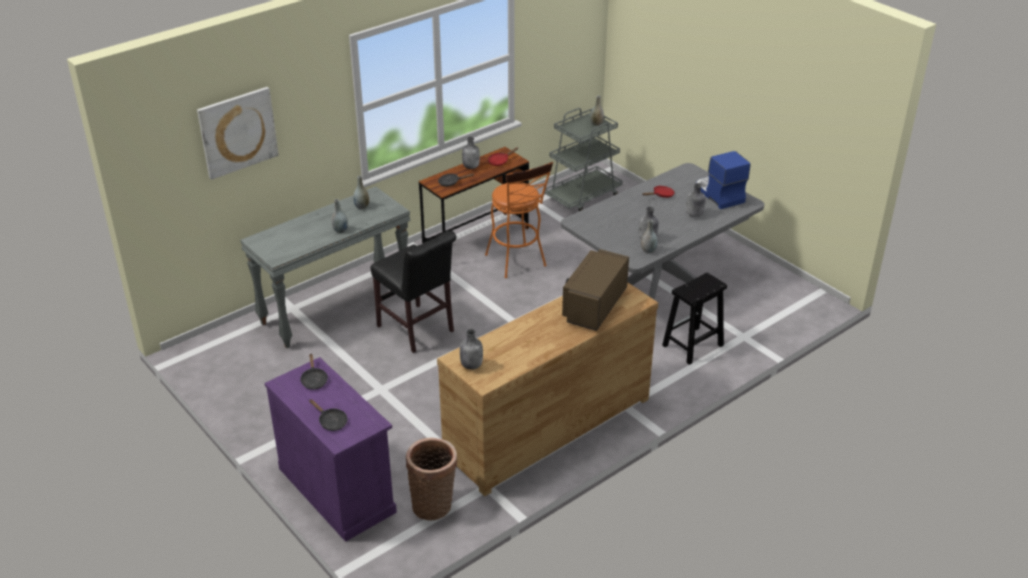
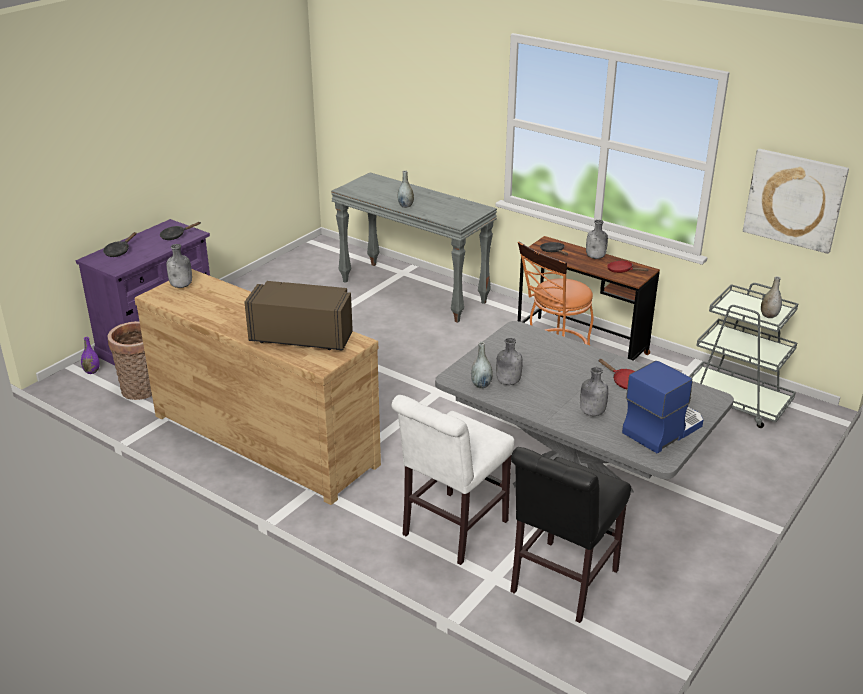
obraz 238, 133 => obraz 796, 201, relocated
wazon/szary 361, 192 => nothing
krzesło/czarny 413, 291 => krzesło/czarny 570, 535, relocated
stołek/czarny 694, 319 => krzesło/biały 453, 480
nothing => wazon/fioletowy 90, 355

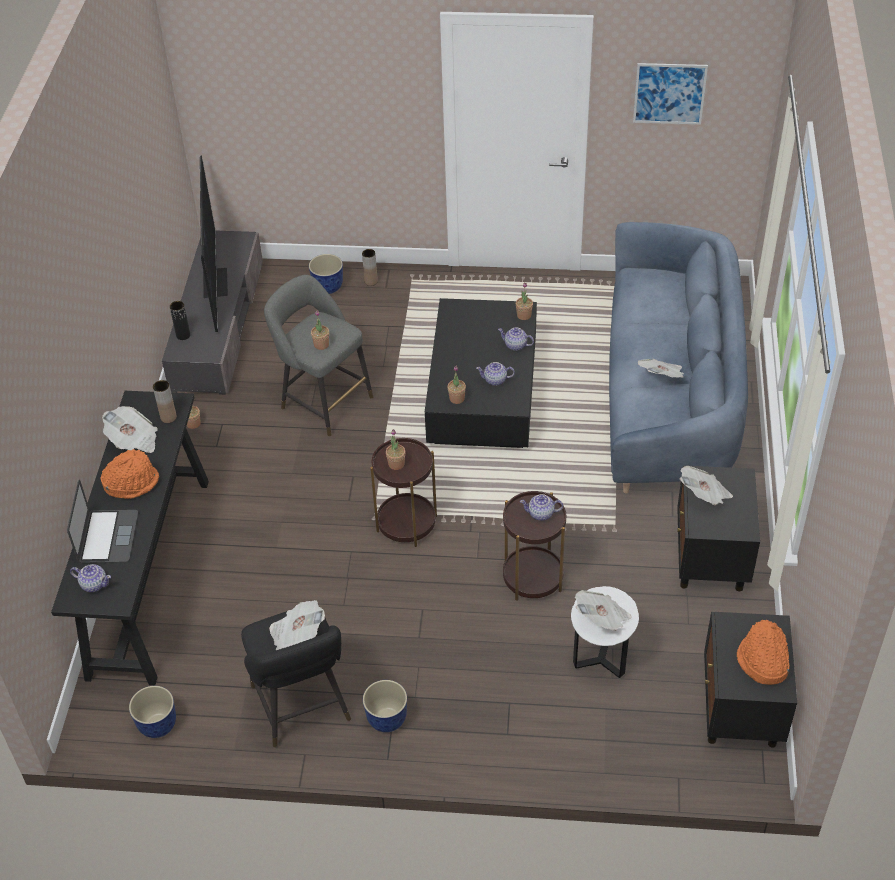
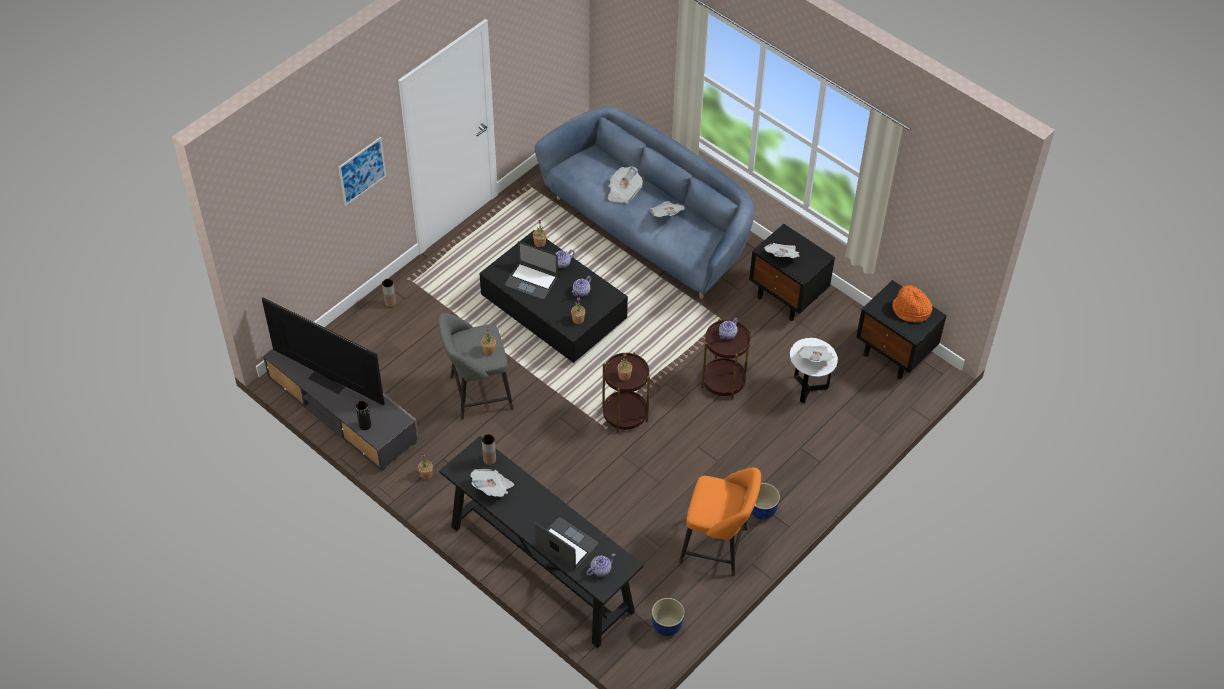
kapelusz/pomarańczowy 130, 474 => nothing
stołek/czarny 296, 679 => stołek/pomarańczowy 720, 521
gazeta 297, 625 => gazeta 625, 185, relocated
donica 326, 274 => nothing
obraz 670, 93 => obraz 362, 171, relocated
nothing => laptop 531, 270

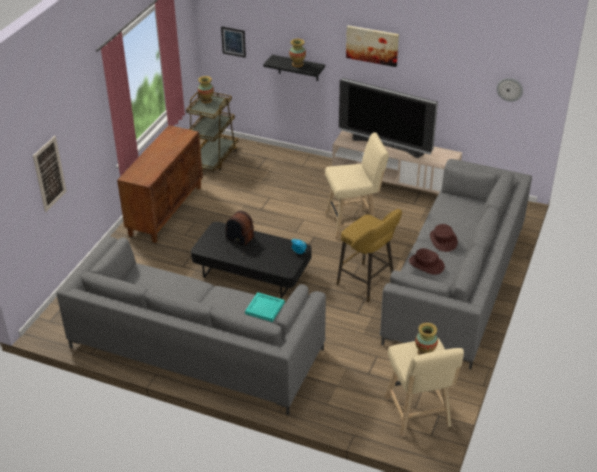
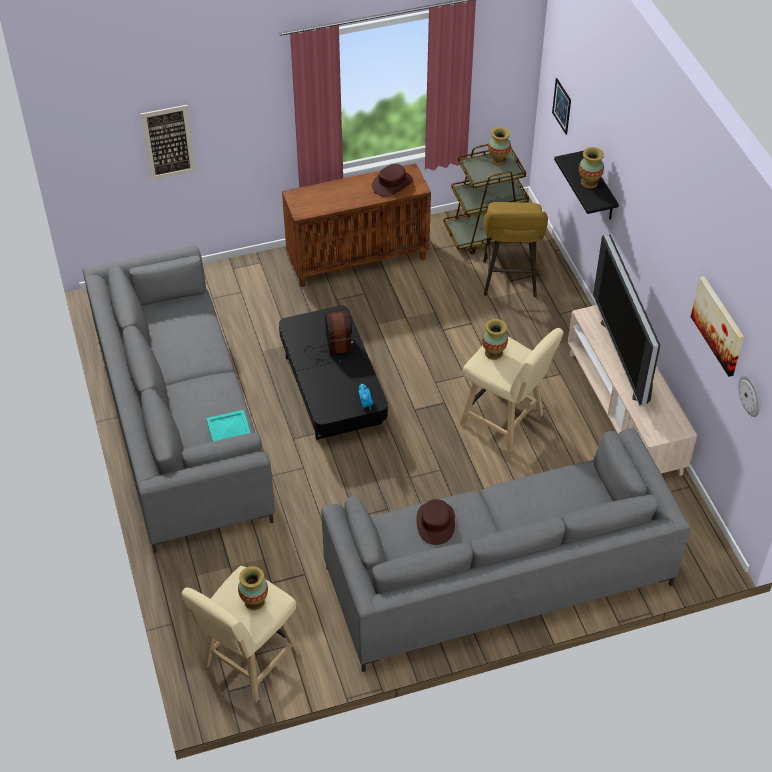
stołek/żółty 369, 255 => stołek/żółty 515, 249, relocated
obraz 372, 46 => obraz 717, 326, relocated
kapelusz/brązowy 444, 238 => kapelusz/brązowy 392, 180, relocated
nothing => wazon 495, 339

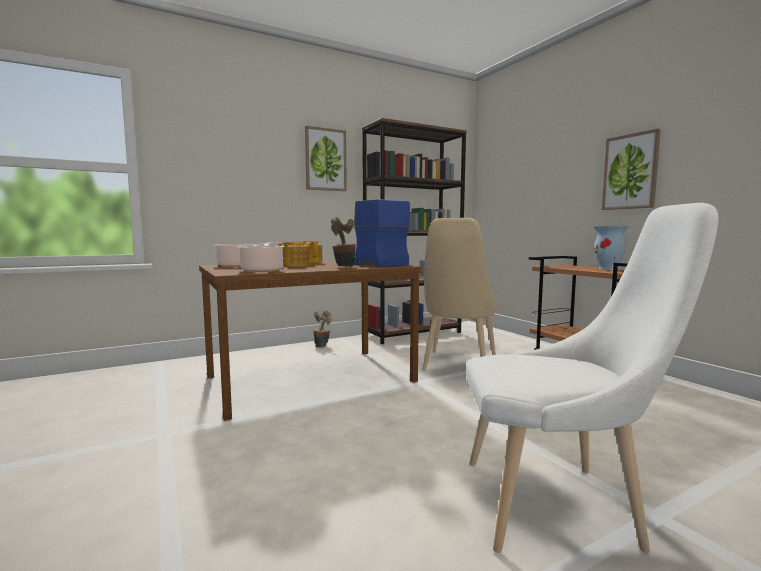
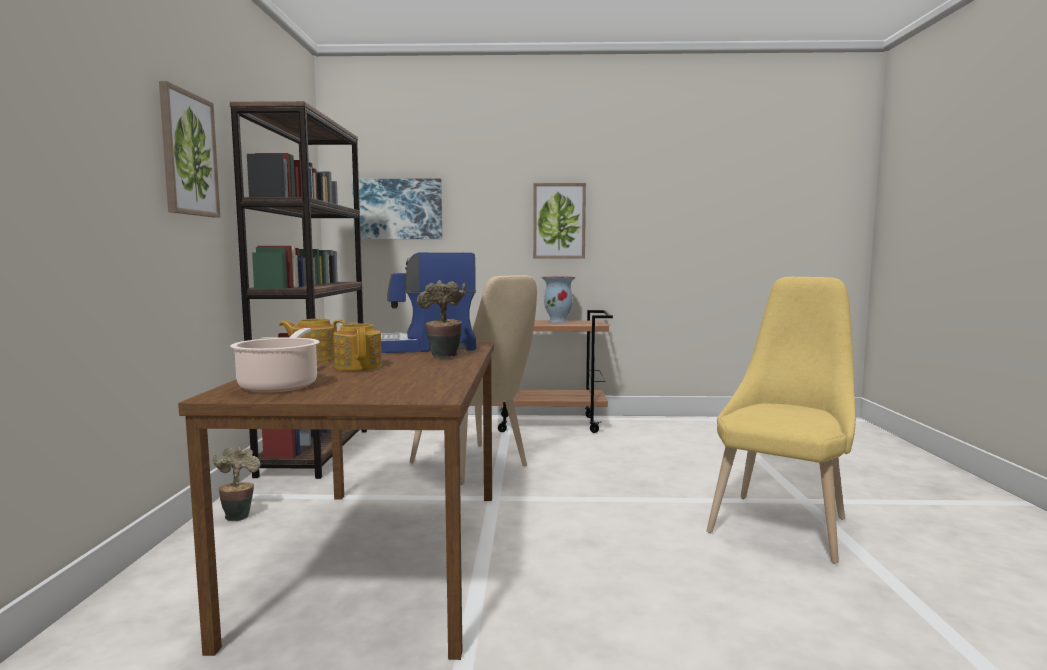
garnek 261, 257 => nothing
krzesło/biały 592, 378 => krzesło/żółty 781, 420
nothing => obraz 397, 209

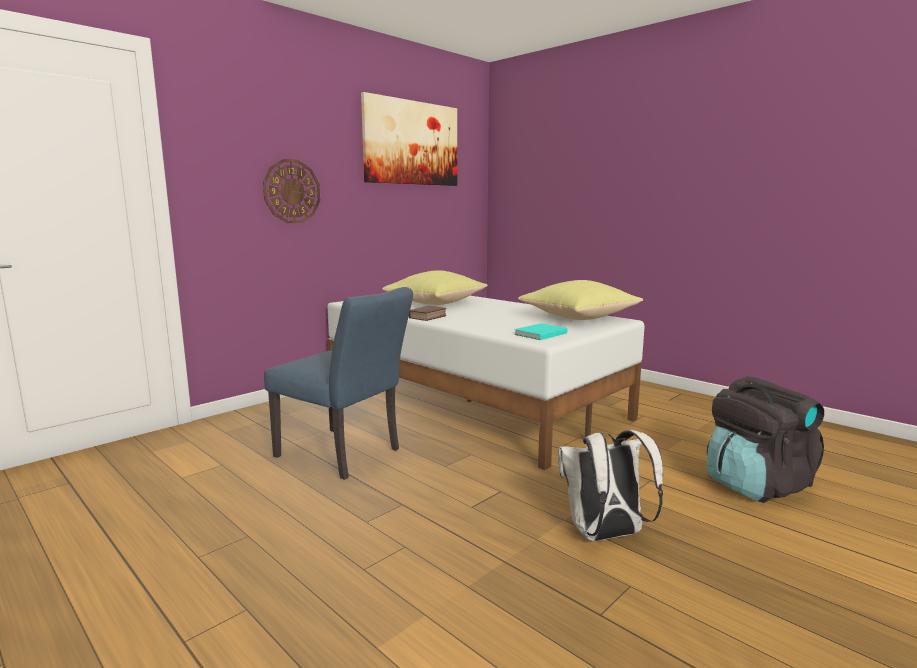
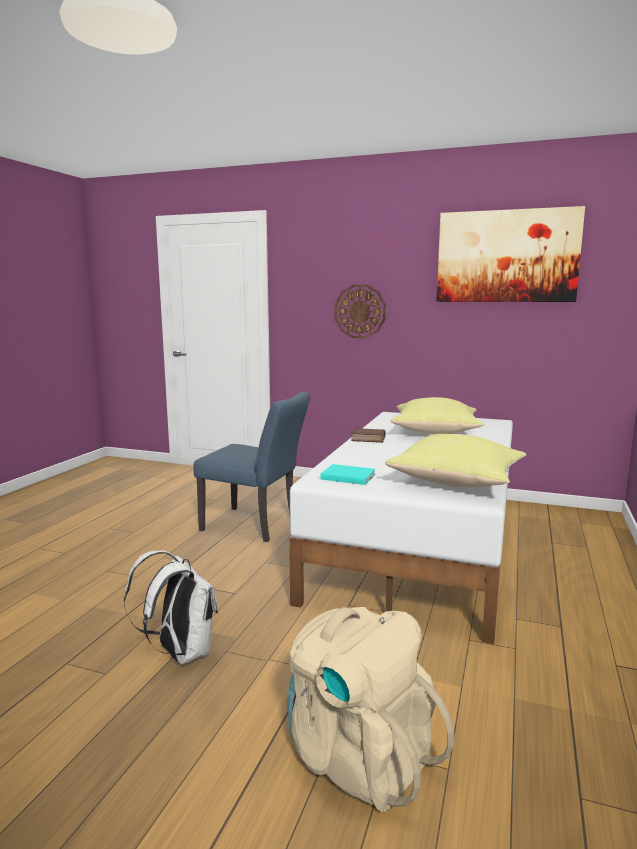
krzesło/niebieski 338, 383 => krzesło/niebieski 252, 467, 75 degrees counterclockwise
plecak/czarny 765, 439 => plecak/beżowy 371, 709

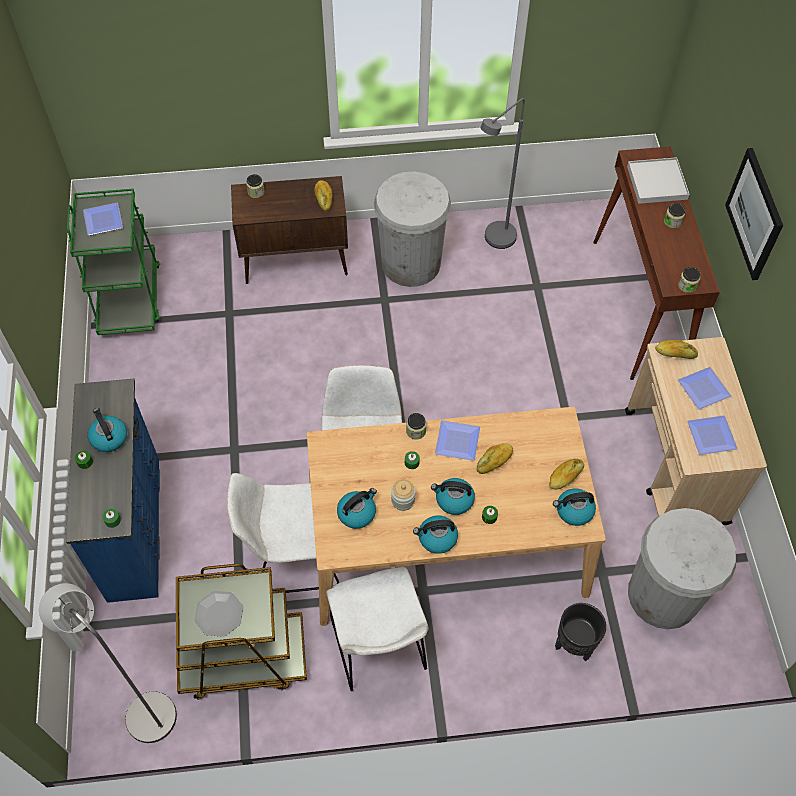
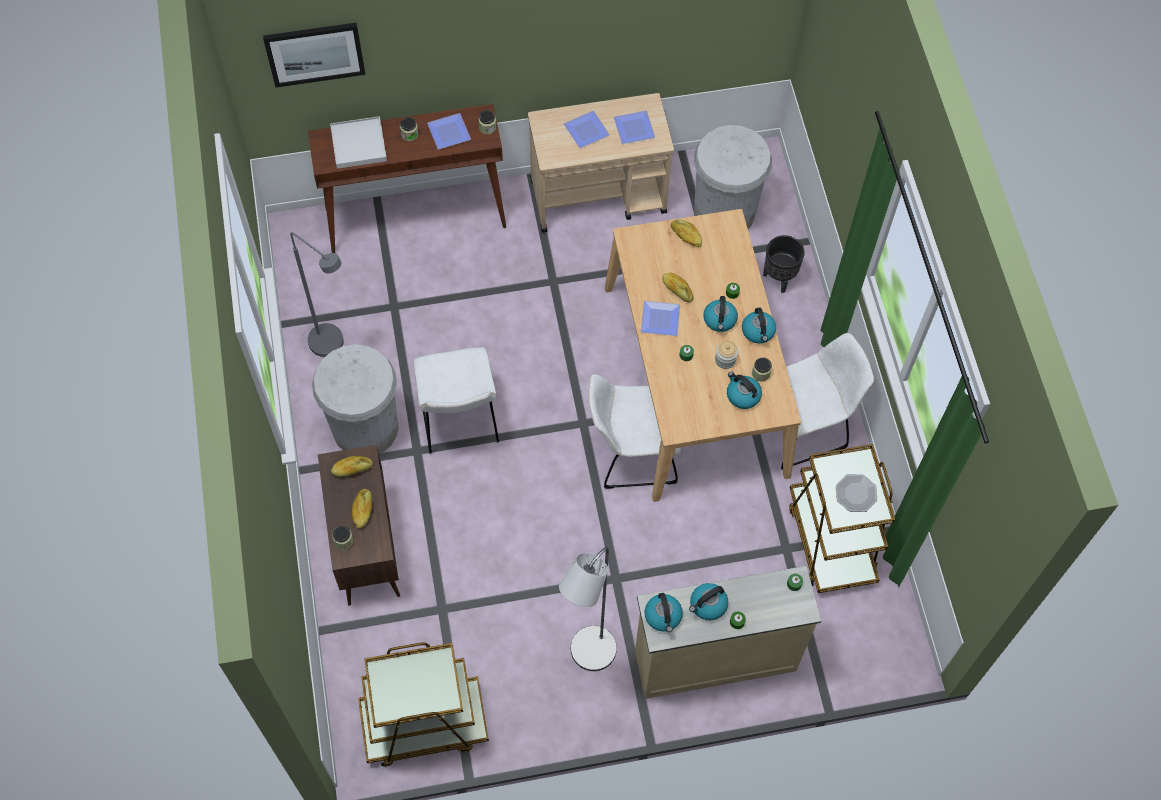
lampa stojąca/szary 108, 663 => lampa stojąca/szary 588, 609, relocated
komoda/niebieski 113, 491 => komoda/beżowy 728, 632
wózek/zielony 113, 262 => wózek/brązowy 423, 704
talerz 103, 218 => talerz 449, 131, relocated
krzesło/biały 283, 533 => krzesło/biały 456, 400, relocated
słoik 416, 426 => słoik 762, 369, relocated
czajnik 574, 507 => czajnik 663, 612, relocated
chleb 676, 349 => chleb 362, 509, relocated
obraz 754, 214 => obraz 314, 55, relocated

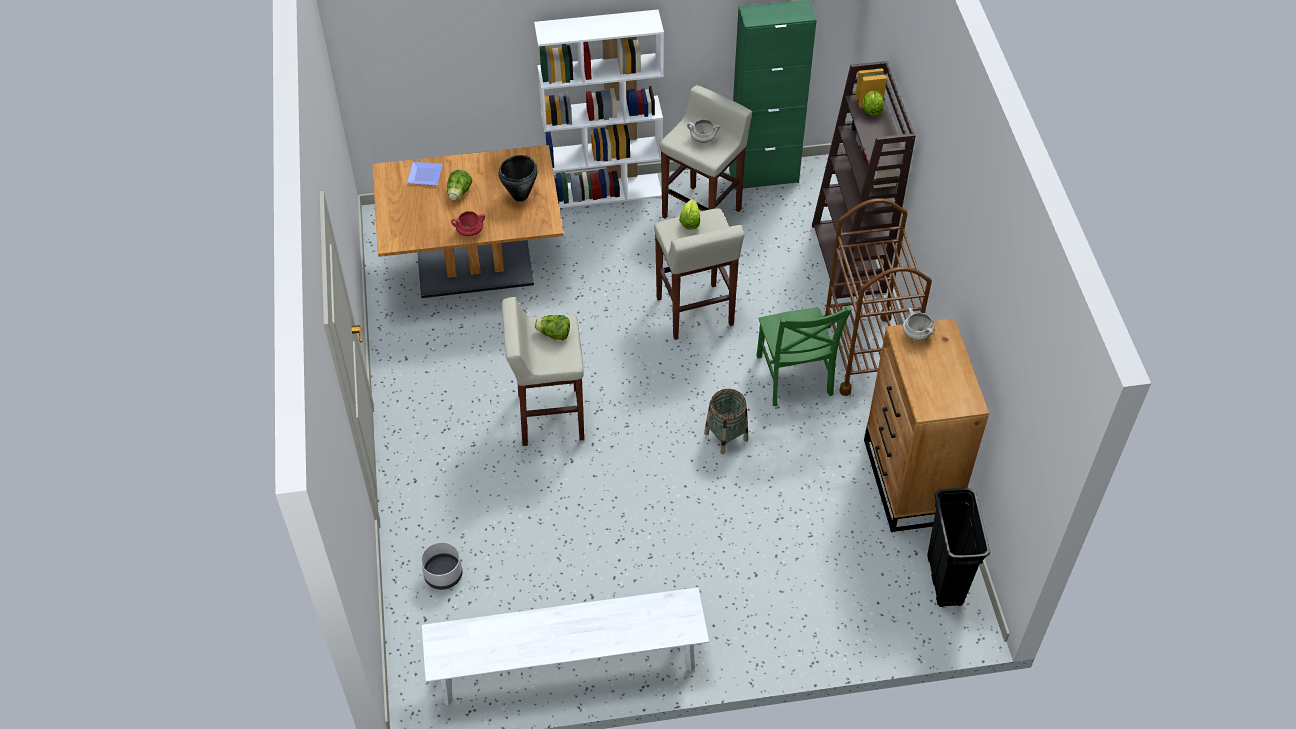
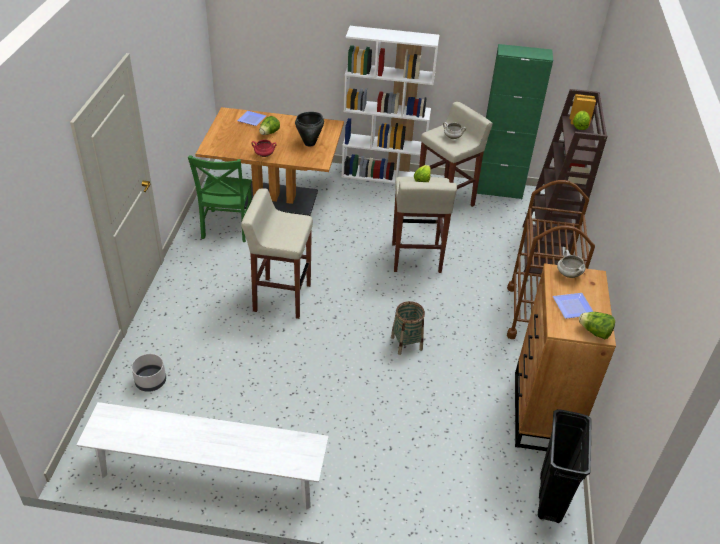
sałata 552, 327 => sałata 597, 326, relocated
krzesło/zielony 804, 356 => krzesło/zielony 220, 198, relocated
nothing => talerz 573, 306

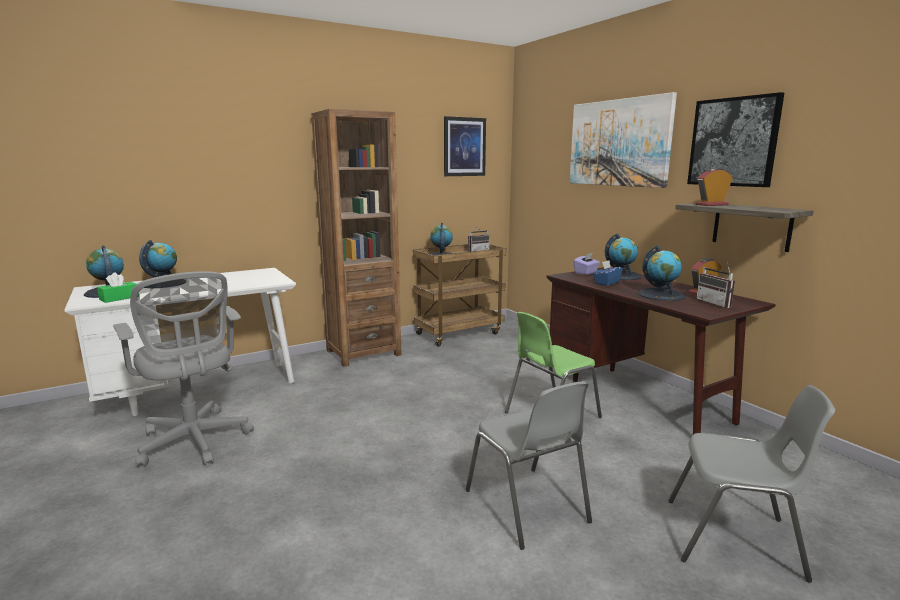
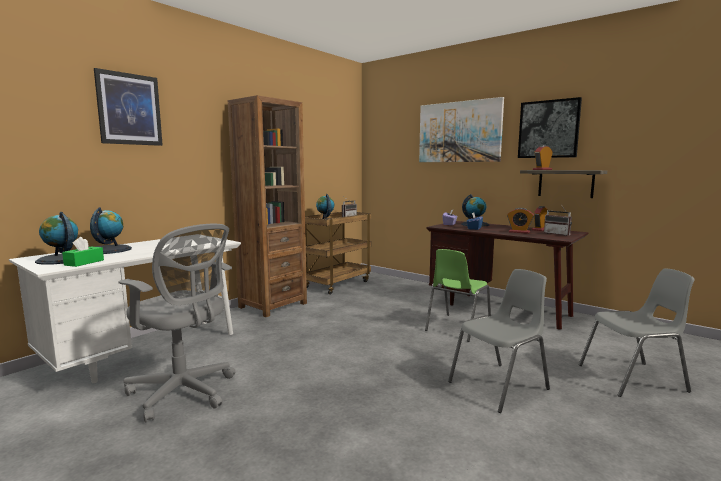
obraz 465, 146 => obraz 128, 107, relocated
krzesło/szary 529, 465 => krzesło/szary 499, 341, 75 degrees counterclockwise
globus 662, 273 => budzik 520, 221

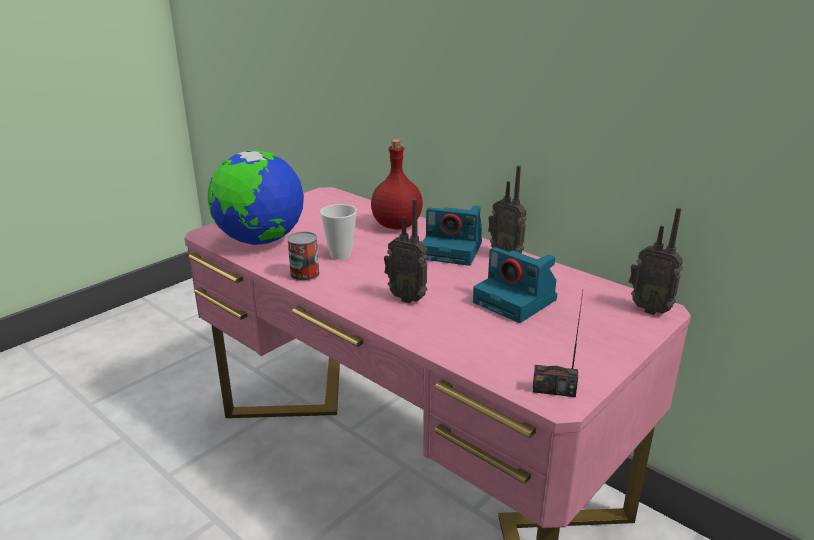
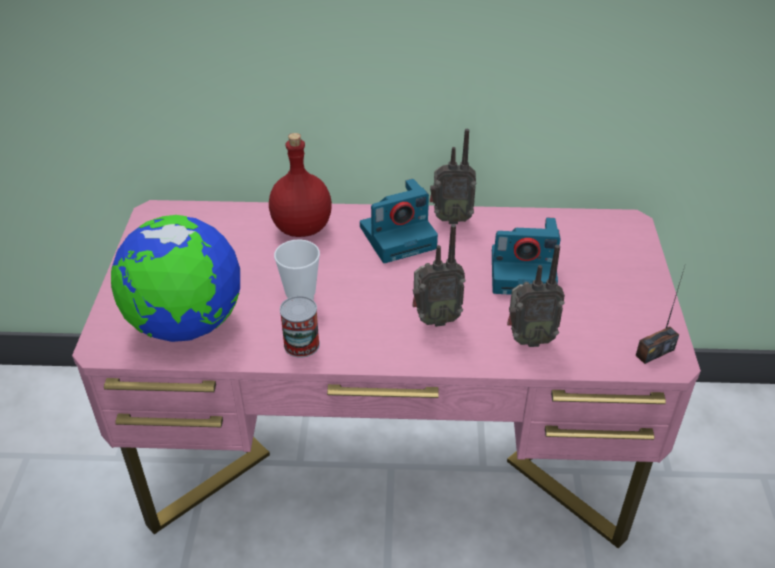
radio 656, 261 => radio 536, 296, relocated

